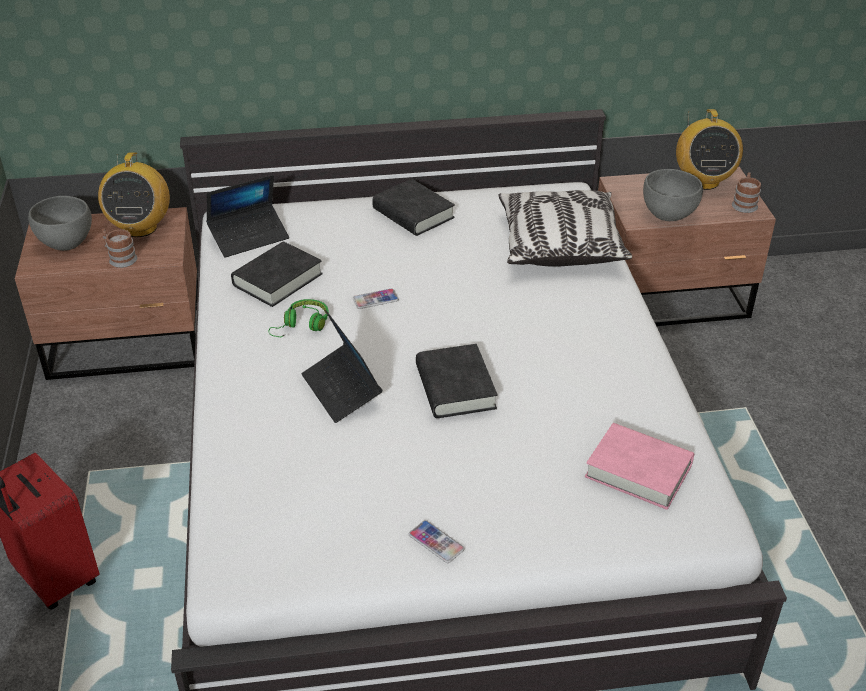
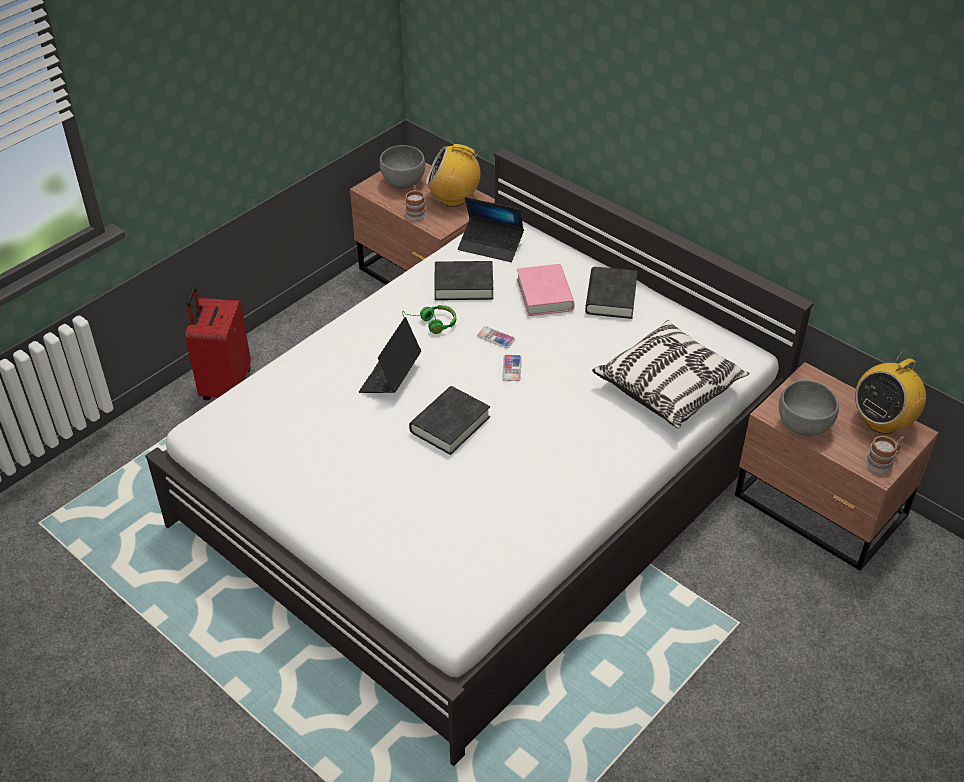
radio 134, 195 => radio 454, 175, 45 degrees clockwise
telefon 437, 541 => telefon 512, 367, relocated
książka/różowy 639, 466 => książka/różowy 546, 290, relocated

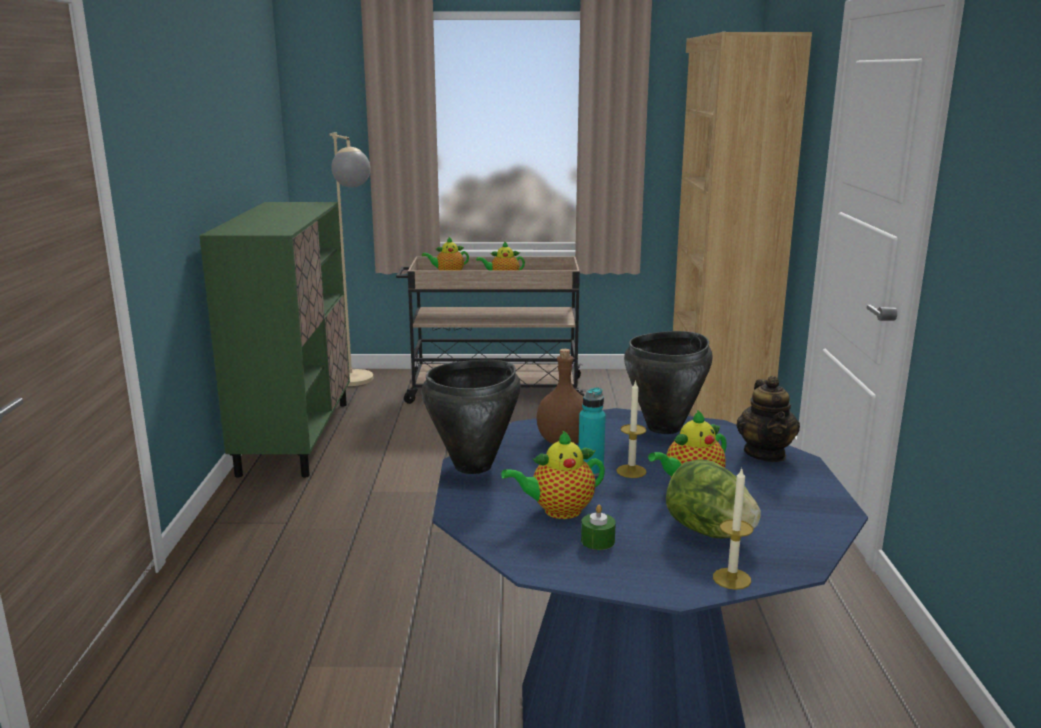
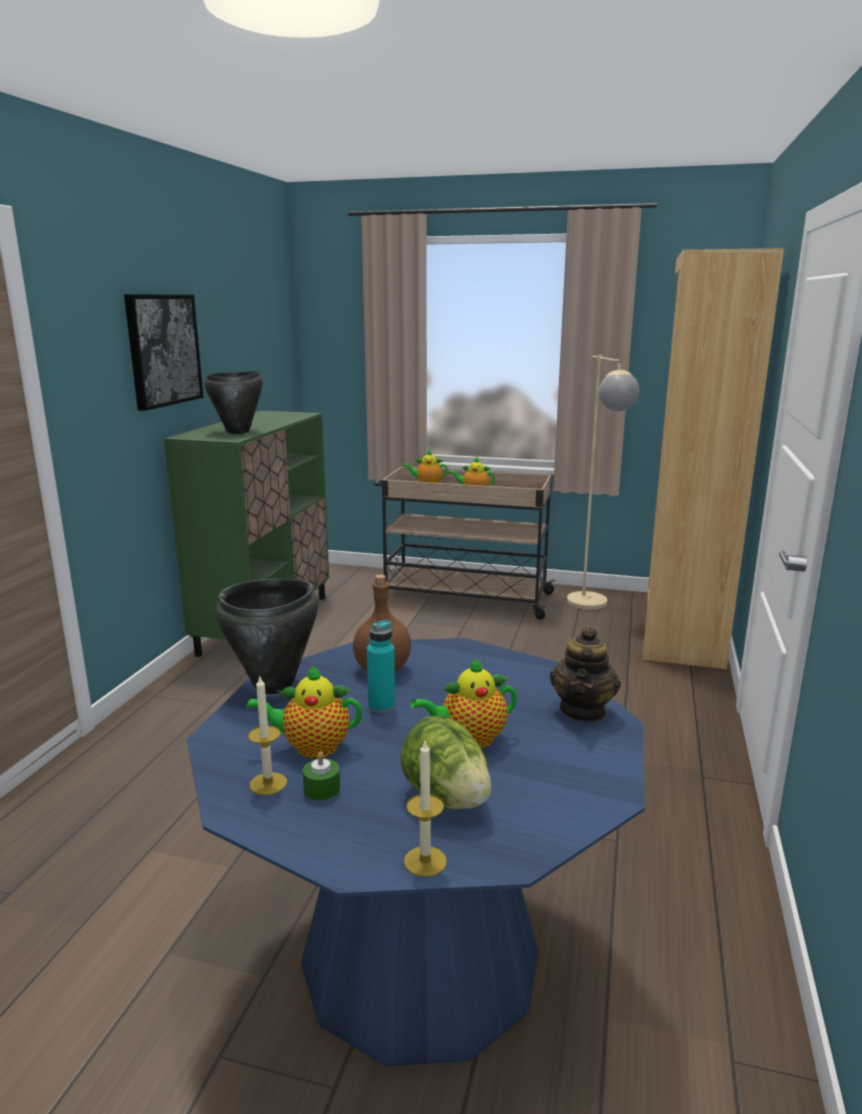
lampa stojąca/beżowy 351, 259 => lampa stojąca/beżowy 603, 482, relocated
świeca 631, 429 => świeca 267, 736, relocated
garnek/czarny 668, 382 => garnek/czarny 234, 402, relocated
nothing => obraz 164, 352

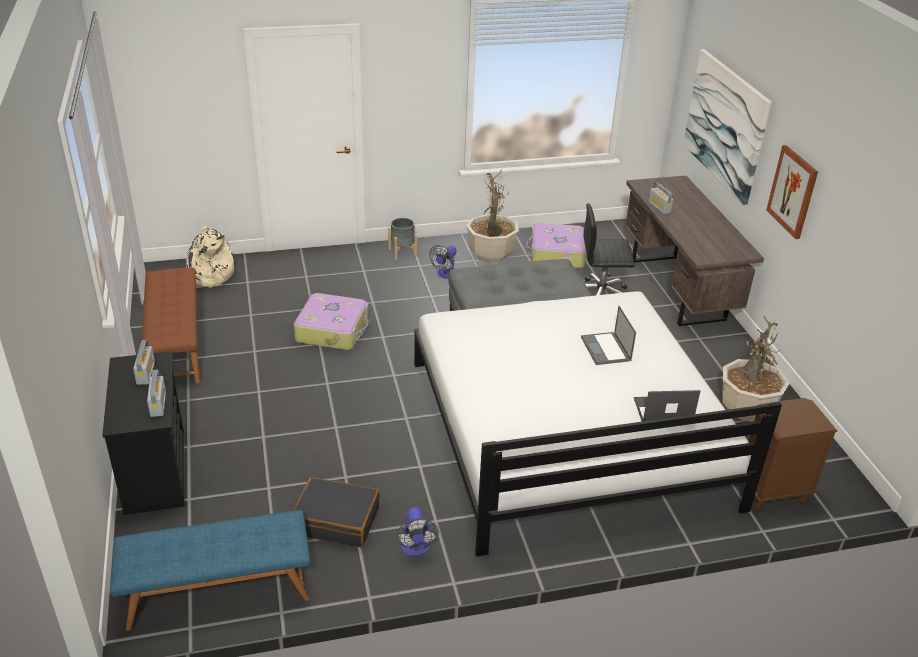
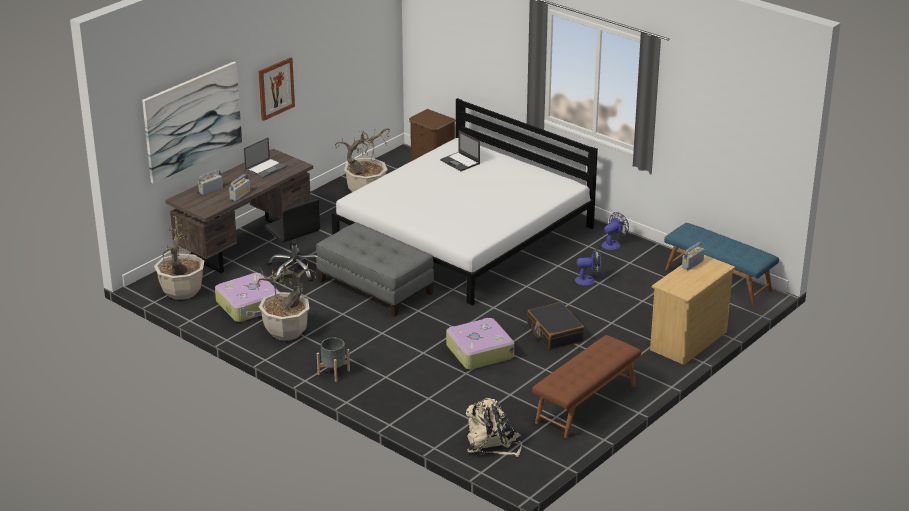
komoda/czarny 143, 433 => komoda/beżowy 692, 310
radio 144, 362 => radio 210, 182, relocated
walizka/czarny 336, 512 => walizka/czarny 555, 326, relocated
wentylator 443, 262 => wentylator 588, 267, relocated
laptop 608, 335 => laptop 265, 157, relocated
nothing => roślina doniczkowa 179, 256

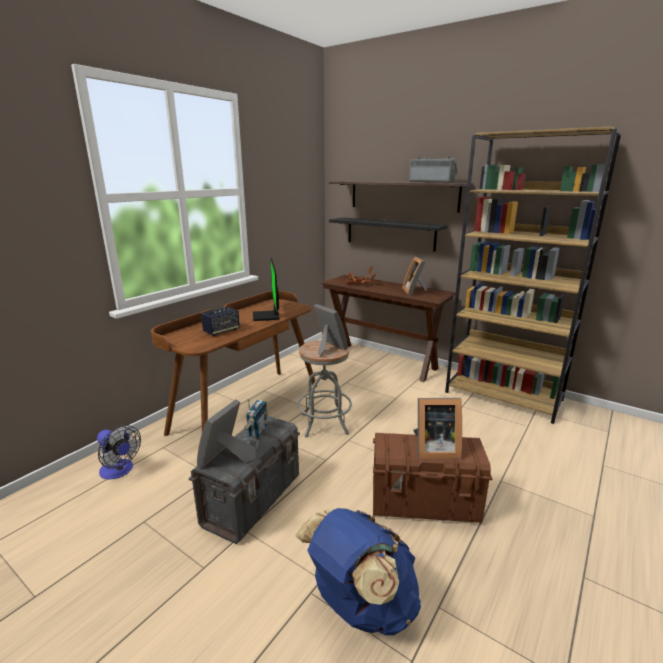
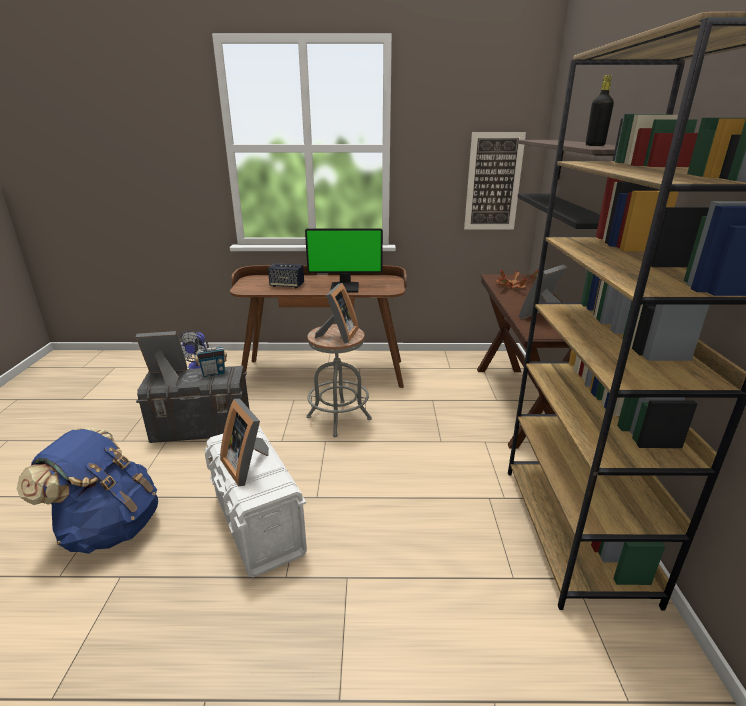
monitor 266, 289 => monitor 344, 260, 135 degrees counterclockwise
pojemnik do przechowywania/brązowy 432, 478 => pojemnik do przechowywania/biały 255, 502
radio 433, 169 => butelka/czarny 600, 110
nothing => obraz 495, 181

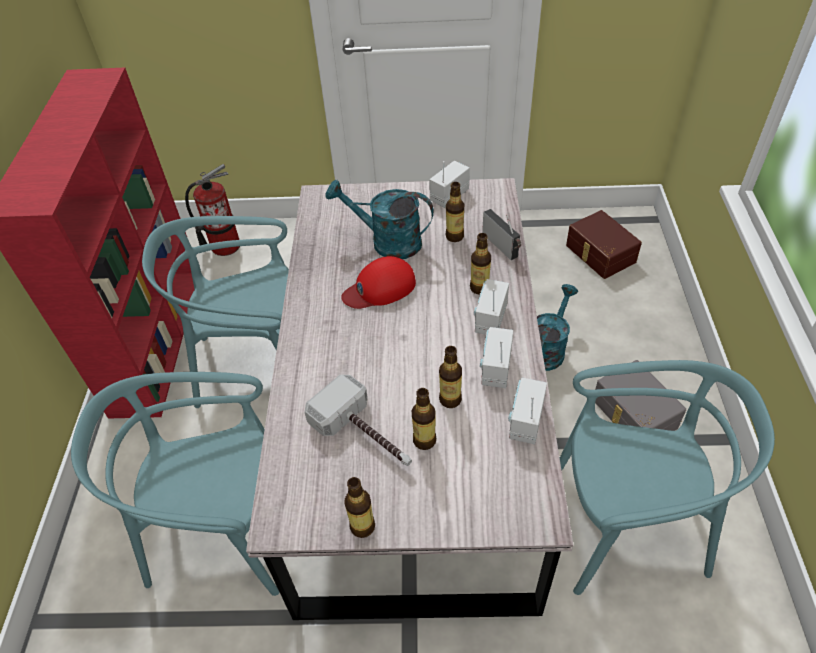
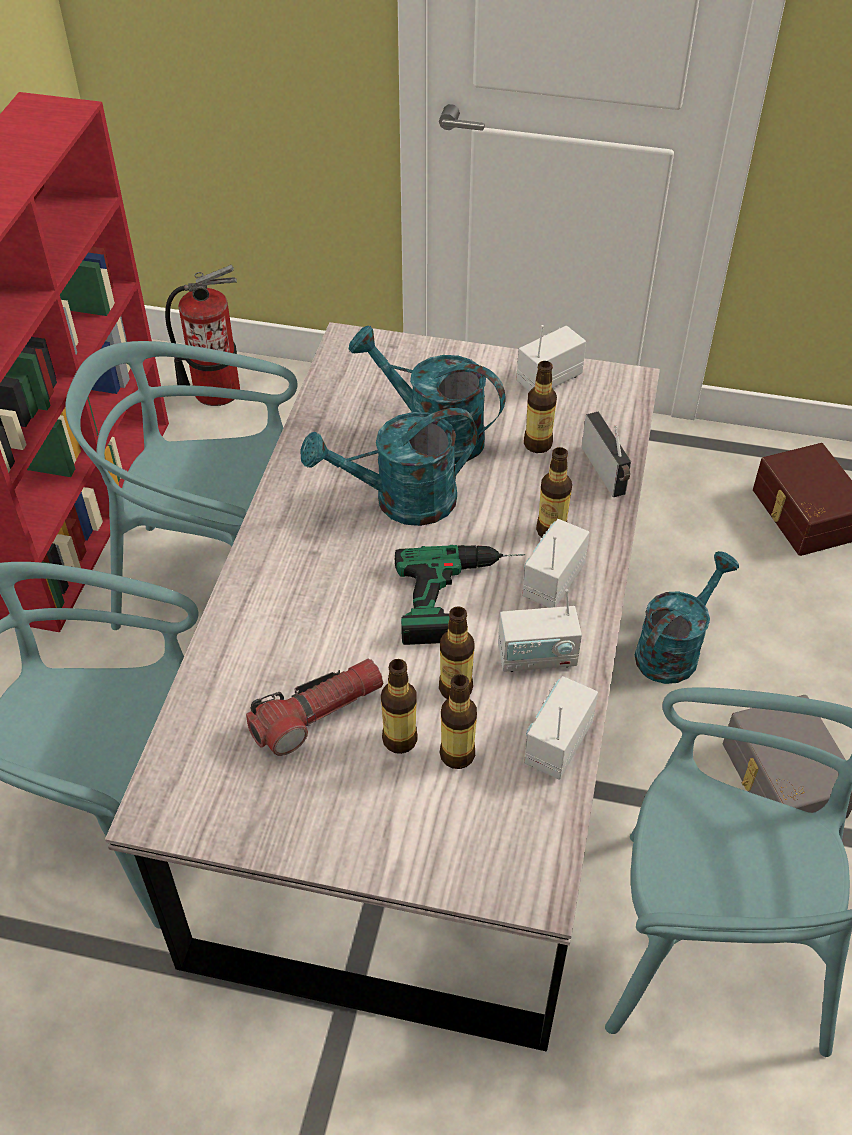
młotek 358, 420 => latarka 314, 707
czapka z daszkiem/czerwony 378, 282 => konewka/turkusowy 389, 467
butelka 360, 507 => butelka 458, 721, relocated
radio 496, 357 => radio 540, 630, 120 degrees counterclockwise
nothing => wiertarka 460, 595

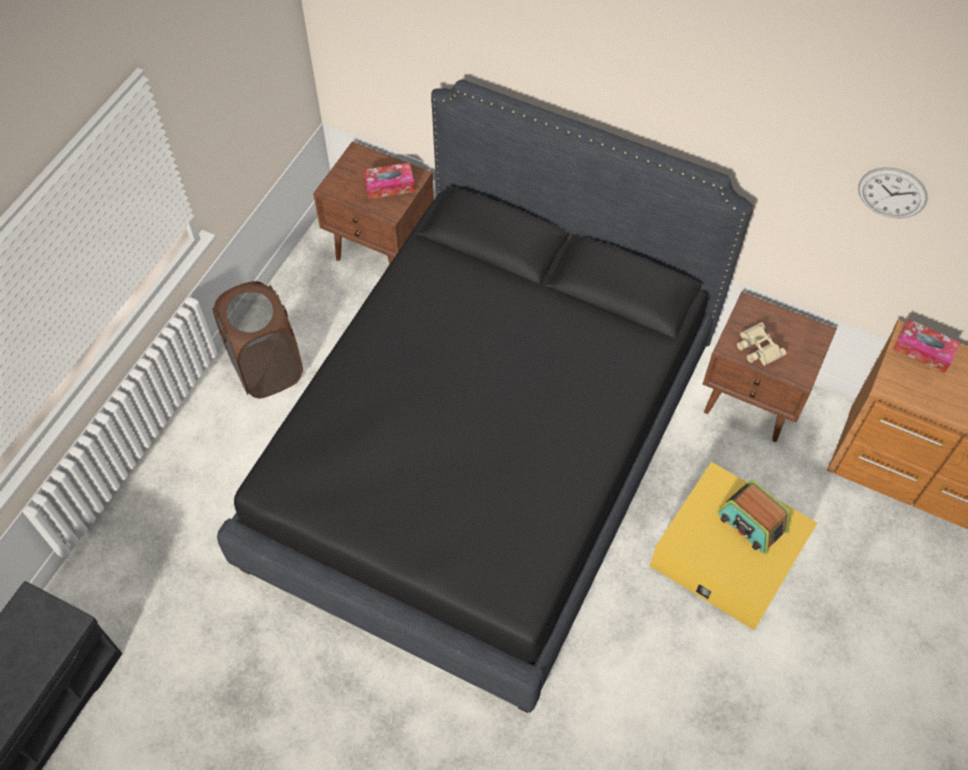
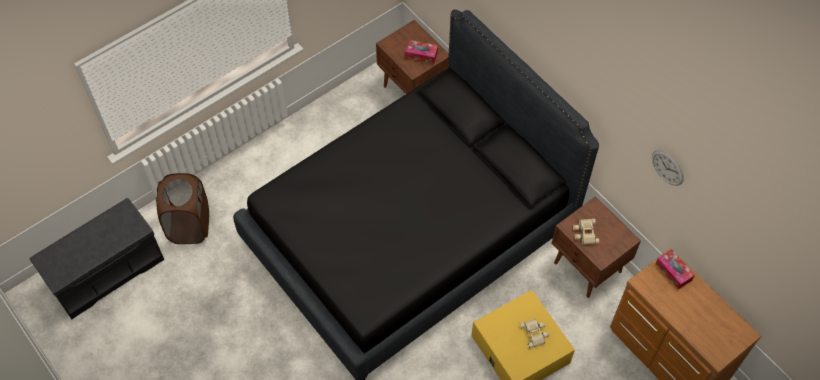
kosz na pranie/brązowy 257, 339 => kosz na pranie/brązowy 182, 208, relocated
radio 754, 517 => lornetka/beżowy 534, 333

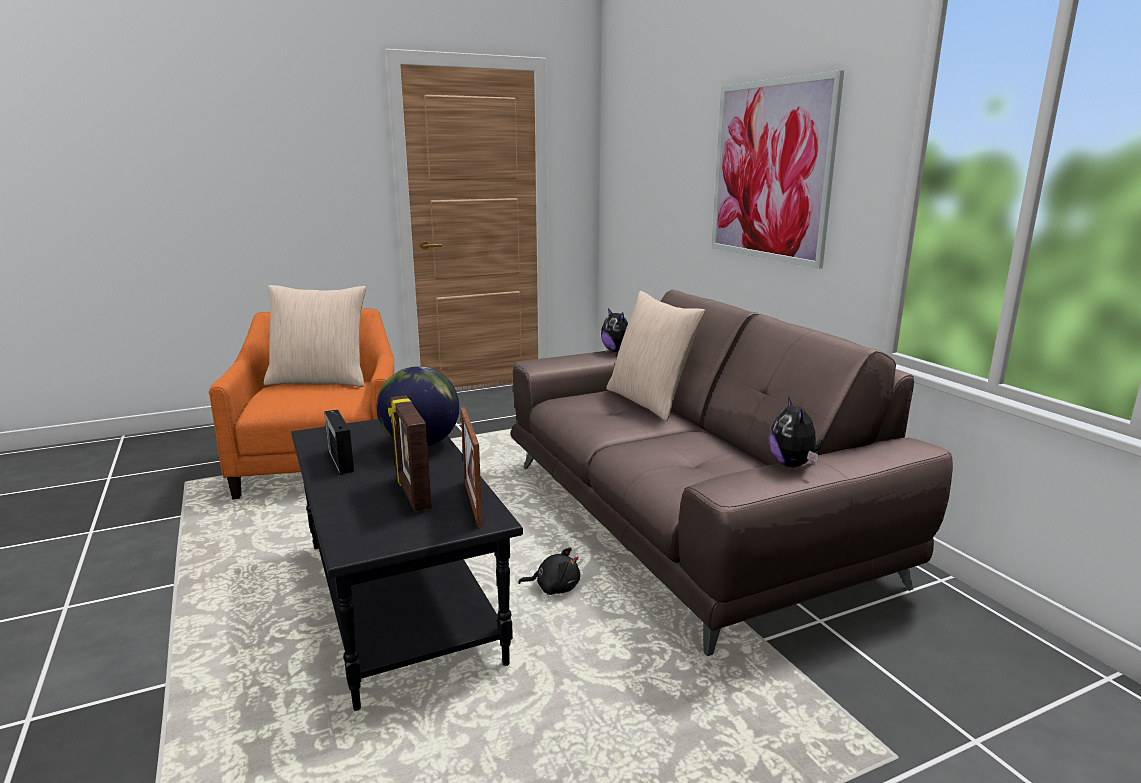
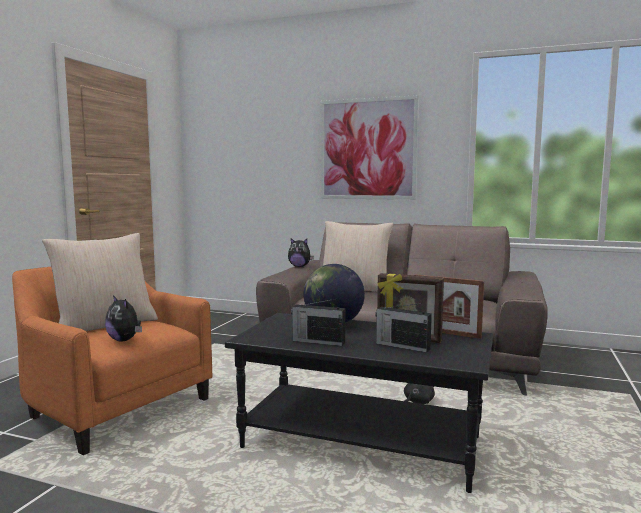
pluszak 795, 431 => pluszak 123, 318, relocated
nothing => radio 403, 328

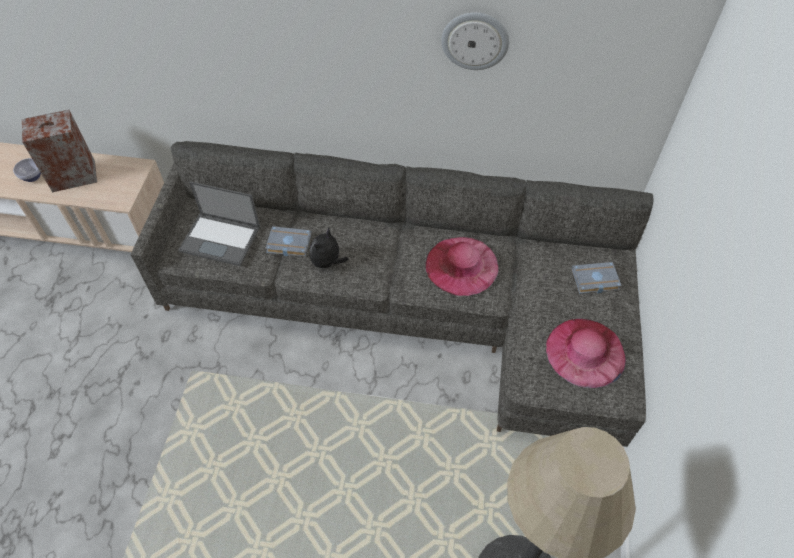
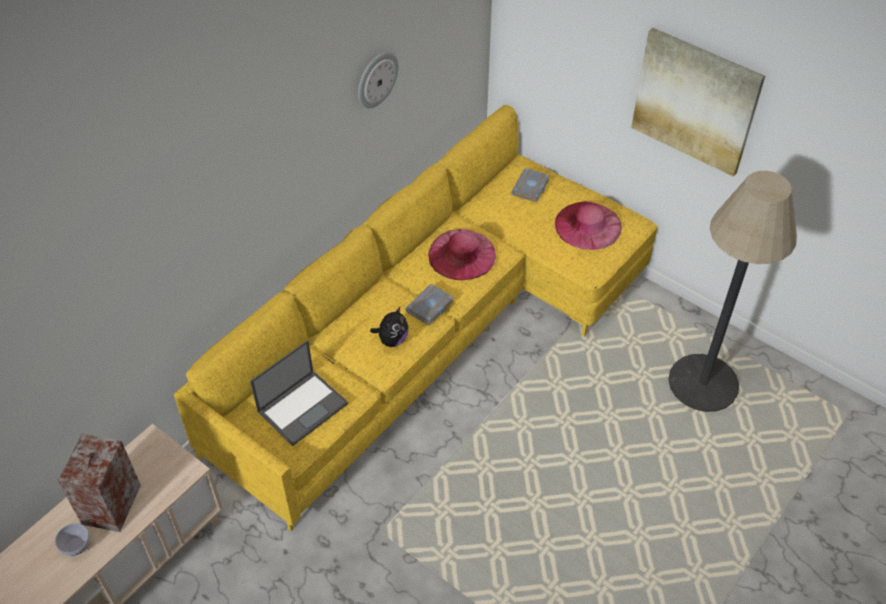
kanapa/szary 392, 294 => kanapa/żółty 416, 318
książka/szary 288, 241 => książka/szary 429, 305, relocated
pluszak 329, 248 => pluszak 389, 327, 120 degrees counterclockwise
nothing => obraz 698, 102

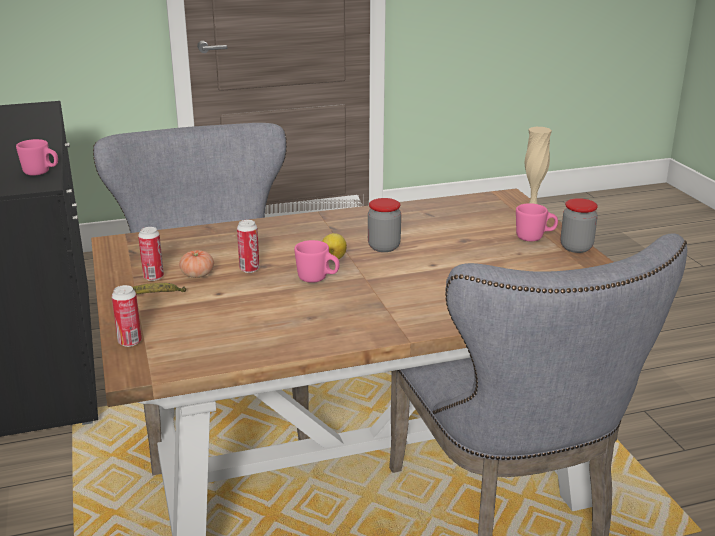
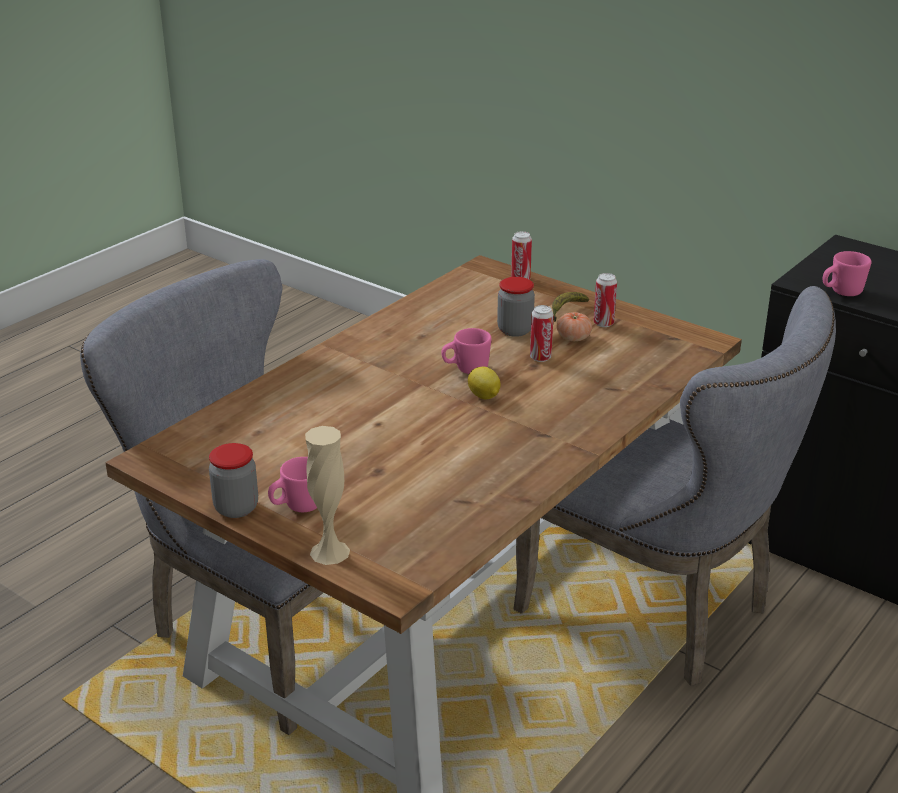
słoik 384, 225 => słoik 516, 307, relocated

